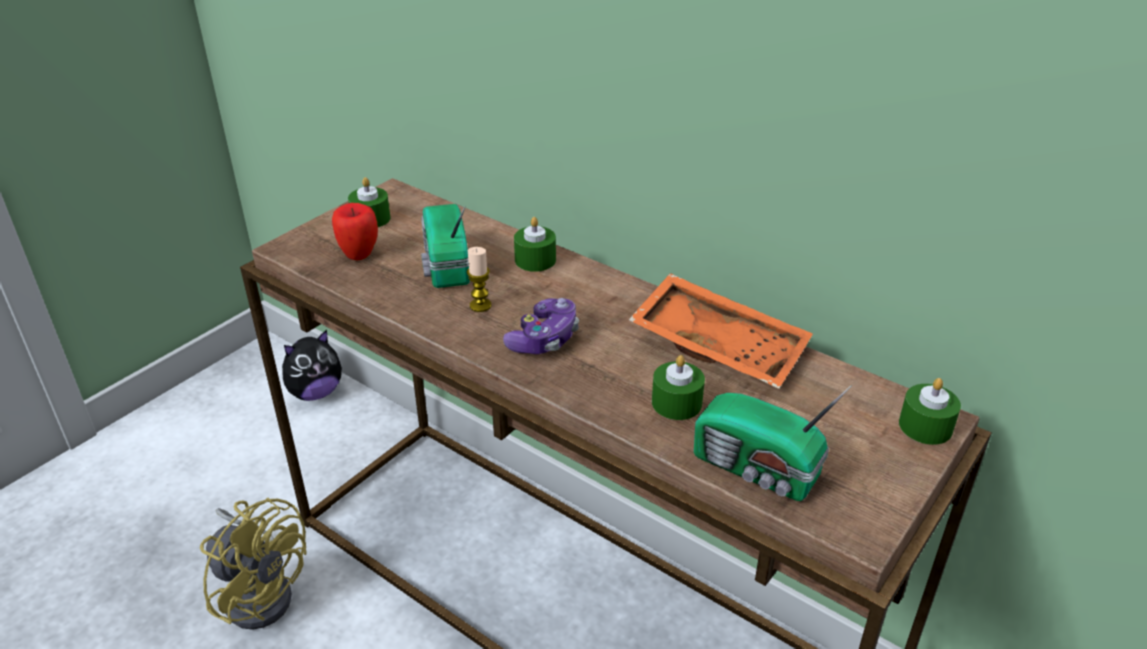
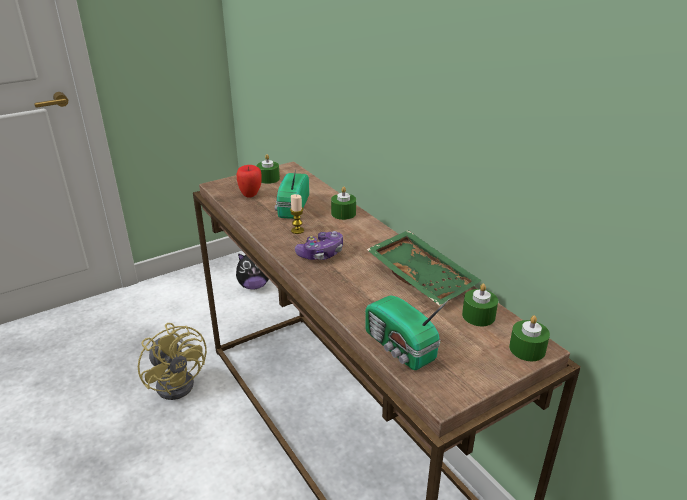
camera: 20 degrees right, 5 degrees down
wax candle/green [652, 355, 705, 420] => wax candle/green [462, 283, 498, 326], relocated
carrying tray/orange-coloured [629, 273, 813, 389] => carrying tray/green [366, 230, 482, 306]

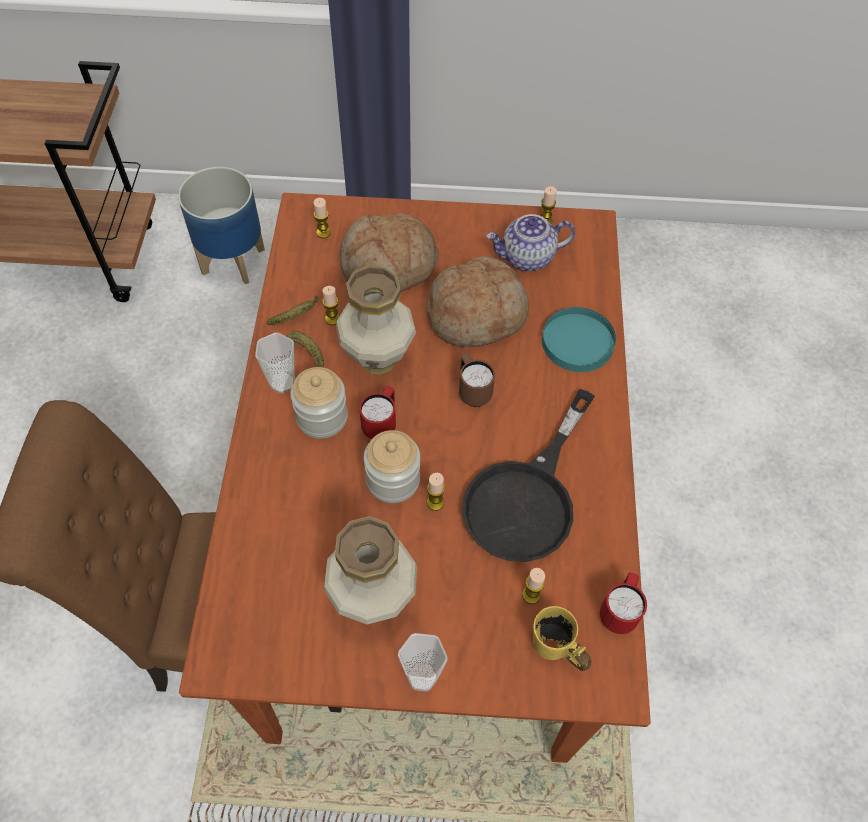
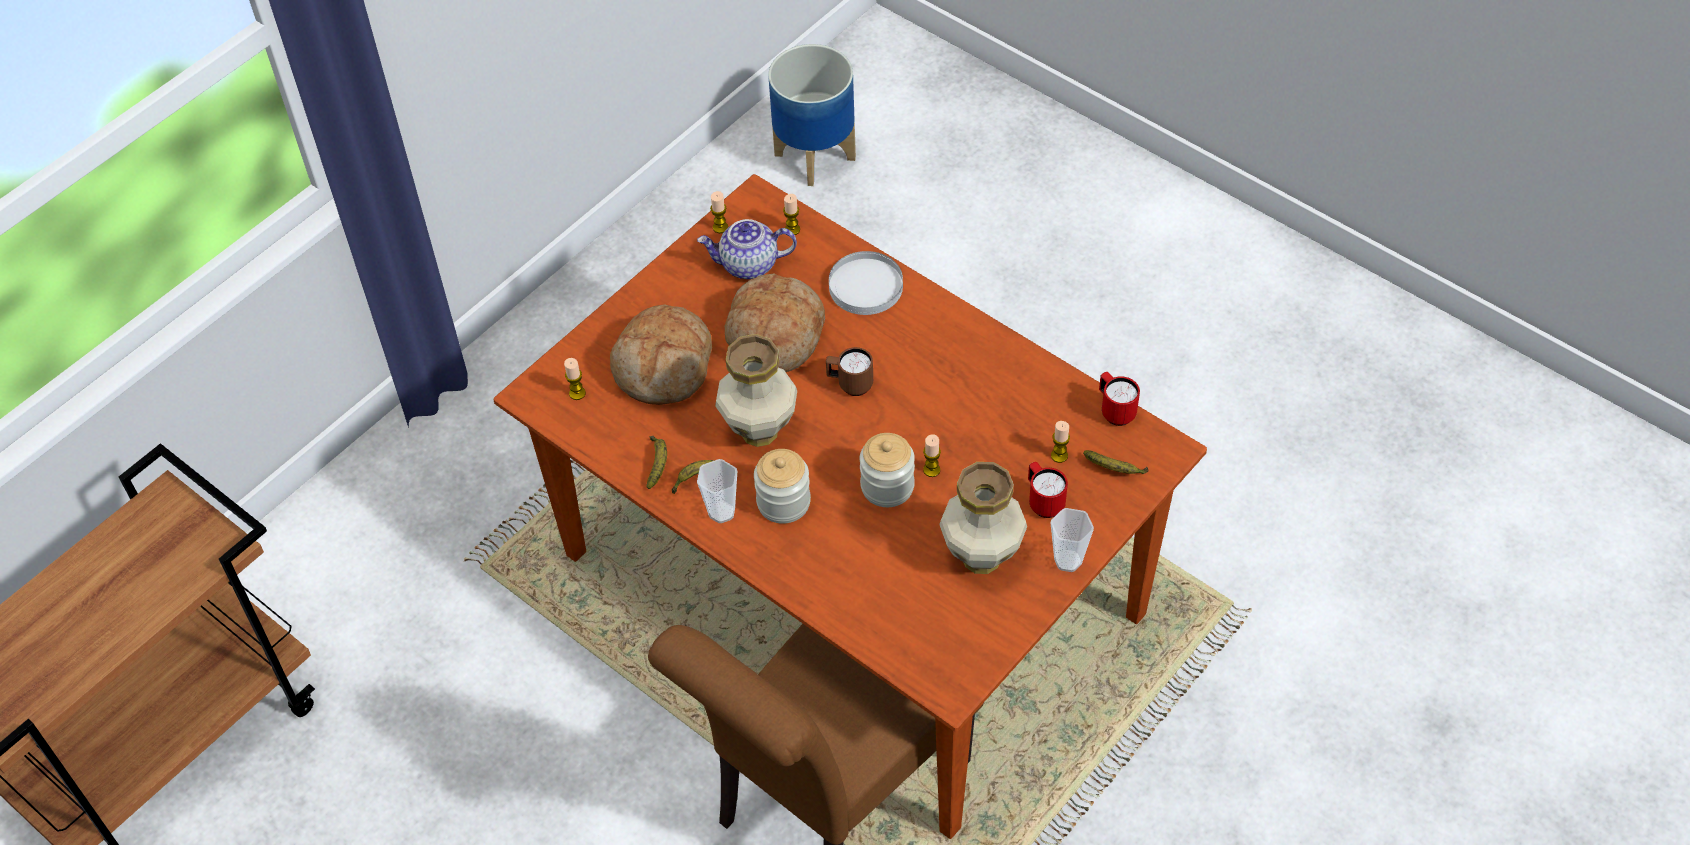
camera: 50 degrees left, 5 degrees down
frying pan/black [462, 389, 595, 562] => nothing
flower pot [178, 167, 265, 284] => flower pot [768, 44, 856, 186], relocated
wax candle [322, 286, 339, 325] => wax candle [783, 194, 800, 235], relocated
mug/reddish [359, 386, 396, 439] => mug/reddish [1028, 462, 1068, 518], relocated
mug/yellowish [533, 606, 591, 671] => banana [1083, 450, 1149, 474]
dinner plate/turquoise [542, 307, 616, 372] => dinner plate/whitish [829, 251, 903, 315]
teapot [486, 214, 575, 271] => teapot [697, 219, 797, 279], 60 degrees clockwise

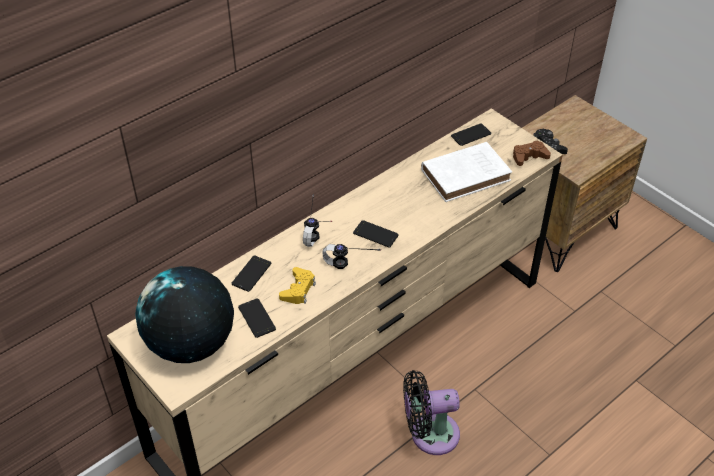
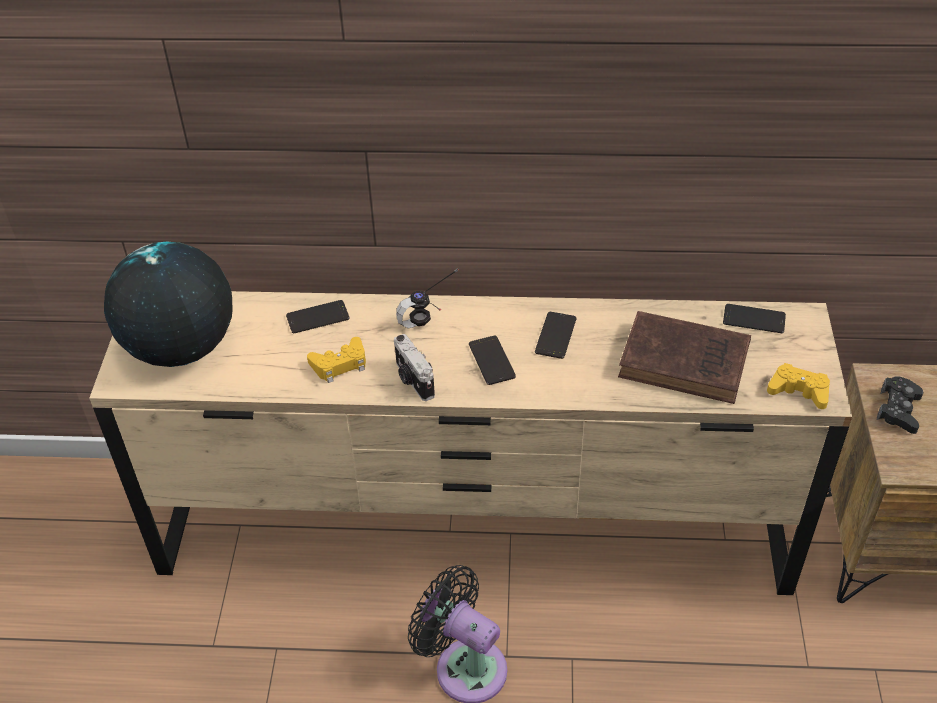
camera: 45 degrees right, 0 degrees up
phone [238, 298, 276, 338] => phone [535, 312, 576, 359], relocated
pair of headphones [322, 244, 381, 269] => photo camera [394, 334, 435, 401]
book/whitish [421, 142, 512, 202] => book/brown-coloured [618, 311, 751, 404]
game controller/brown-coloured [513, 140, 551, 166] => game controller/yellowish [767, 363, 830, 409]

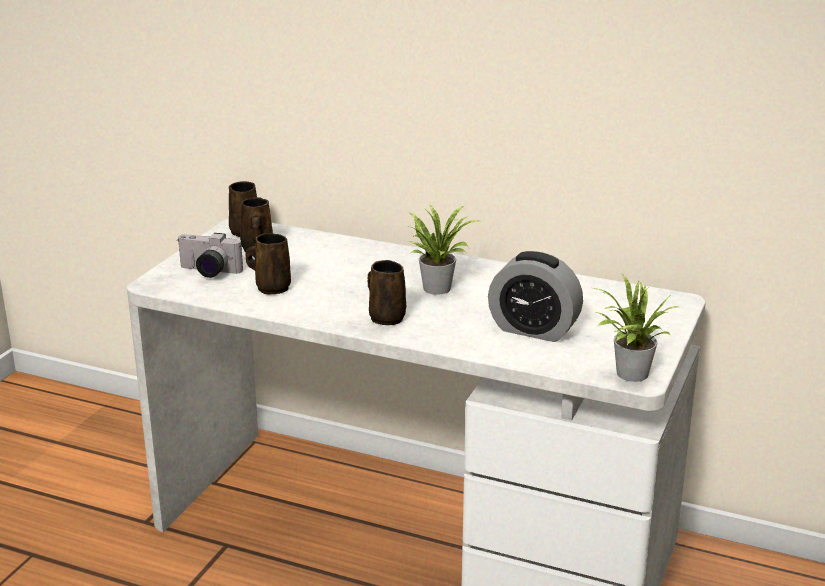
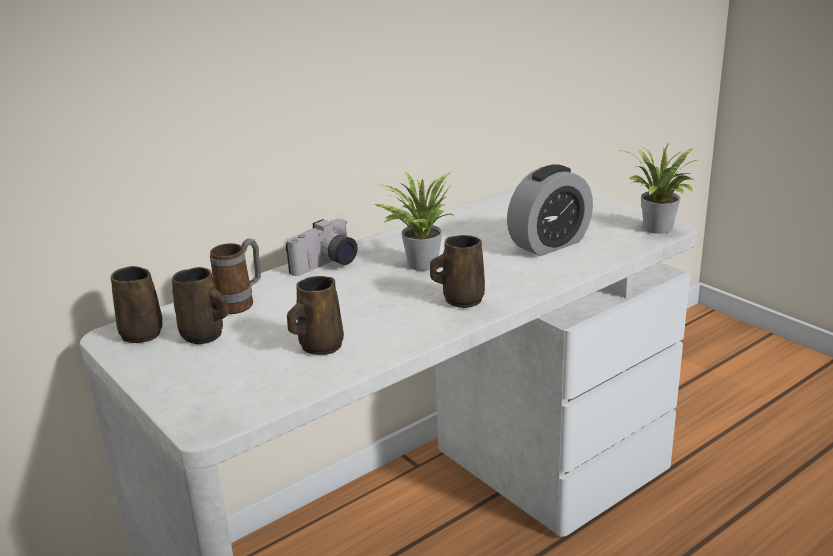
camera: 60 degrees left, 0 degrees up
nothing => mug [210, 238, 261, 314]
photo camera [177, 233, 243, 278] => photo camera [286, 219, 357, 276], relocated

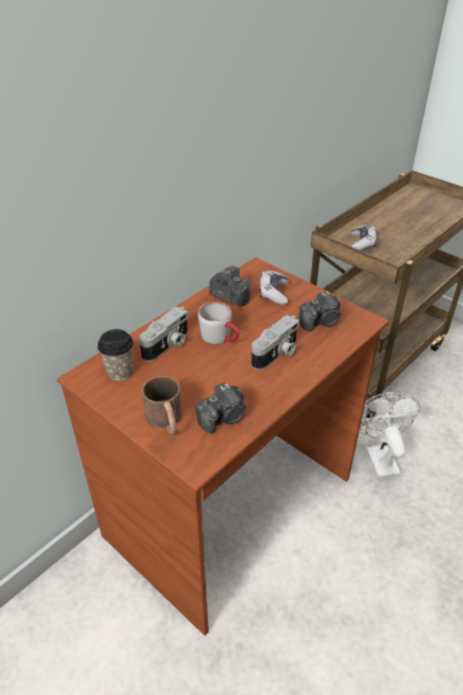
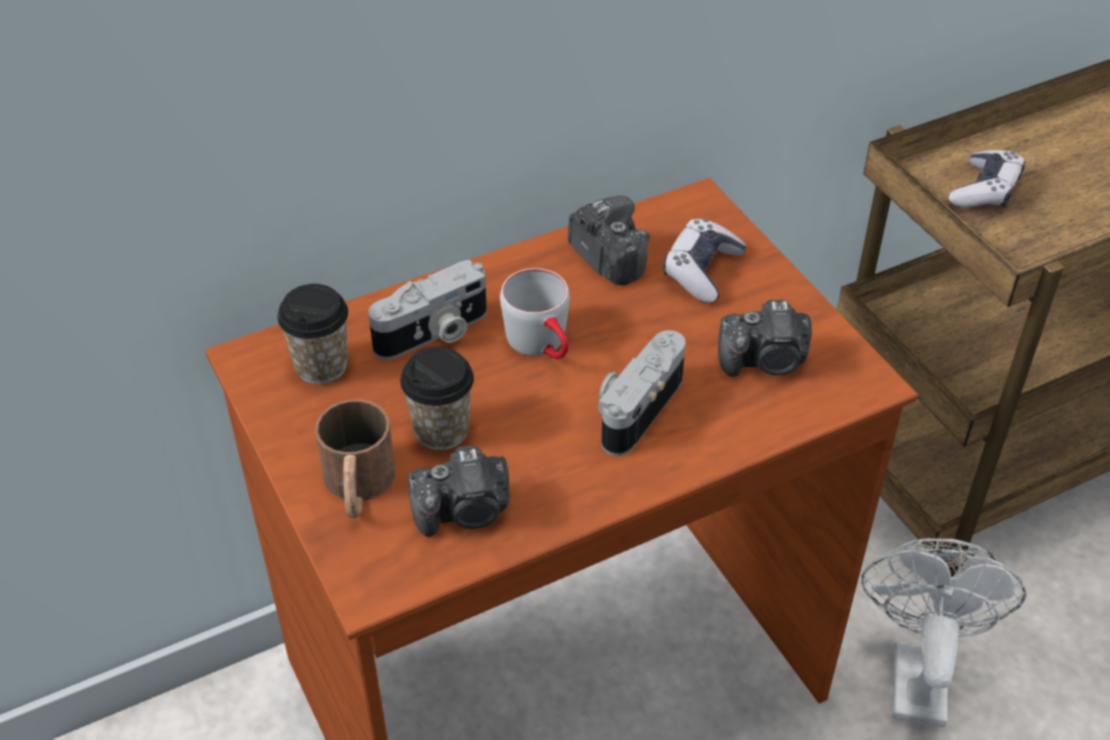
camera: 20 degrees right, 5 degrees up
nothing => small cup [400, 347, 474, 450]
photo camera [251, 315, 300, 370] => photo camera [598, 330, 686, 456], 150 degrees clockwise

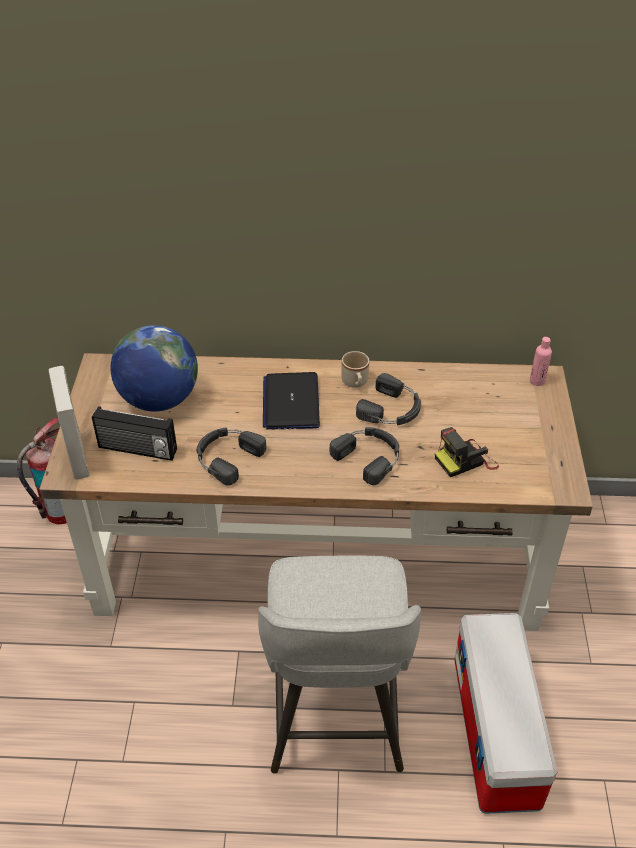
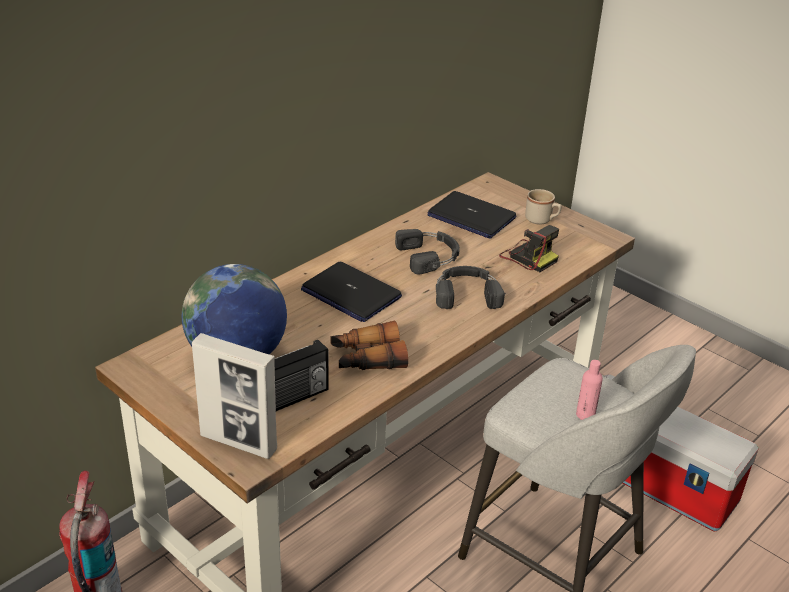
camera: 50 degrees left, 10 degrees down
nothing => laptop [427, 191, 516, 239]
mug/sand-coloured [342, 351, 369, 388] => mug/sand-coloured [525, 189, 562, 225], relocated
beverage bottle/pink-coloured [530, 337, 552, 386] => beverage bottle/pink-coloured [576, 360, 603, 420], relocated
pair of headphones/black [196, 428, 266, 486] => binoculars [330, 320, 408, 370]
photo camera [435, 427, 499, 477] => photo camera [499, 225, 559, 272], 60 degrees counterclockwise

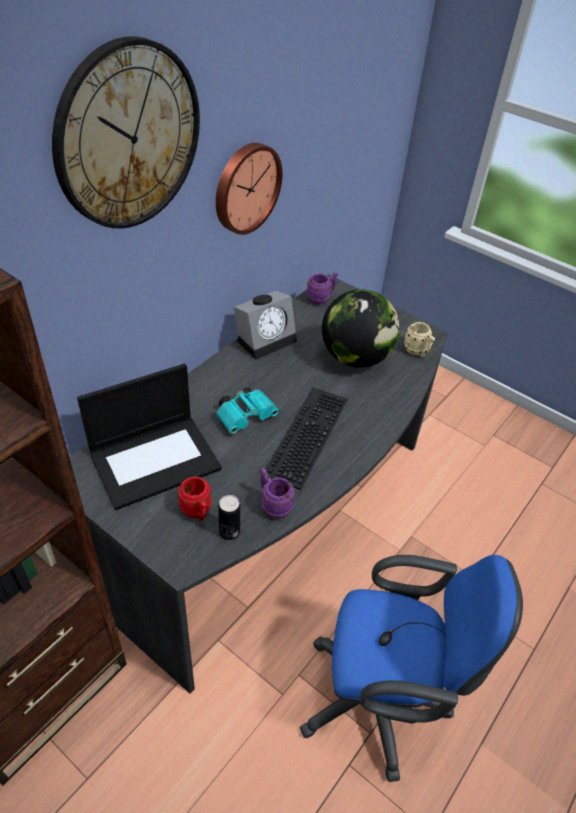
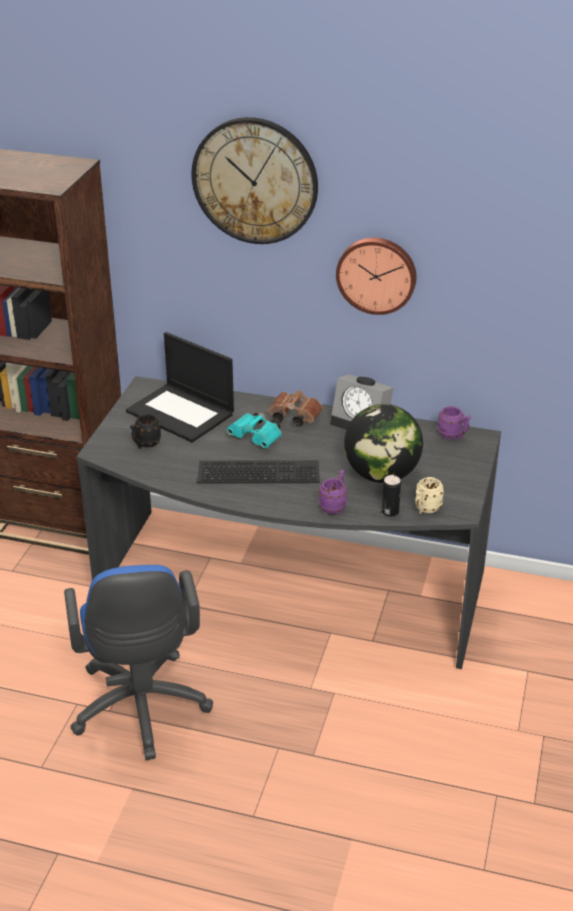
camera: 70 degrees right, 10 degrees down
nothing => binoculars/brown-coloured [269, 390, 322, 427]
metal can [218, 495, 240, 540] => metal can [382, 475, 401, 517], relocated
mug/purplish [260, 468, 296, 519] => mug/purplish [319, 470, 347, 514], relocated
mug/reddish [178, 476, 212, 521] => mug/black [130, 414, 161, 449]

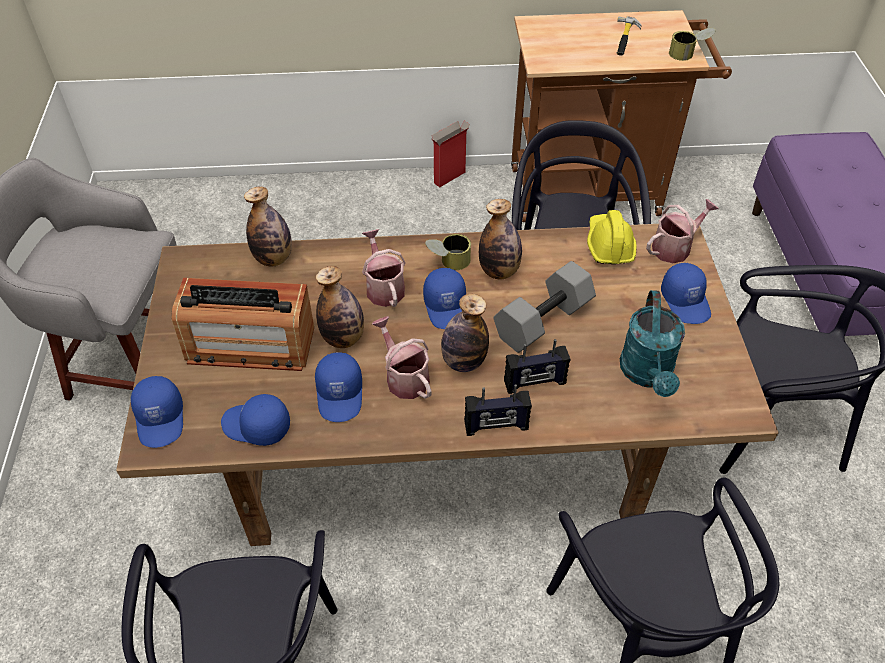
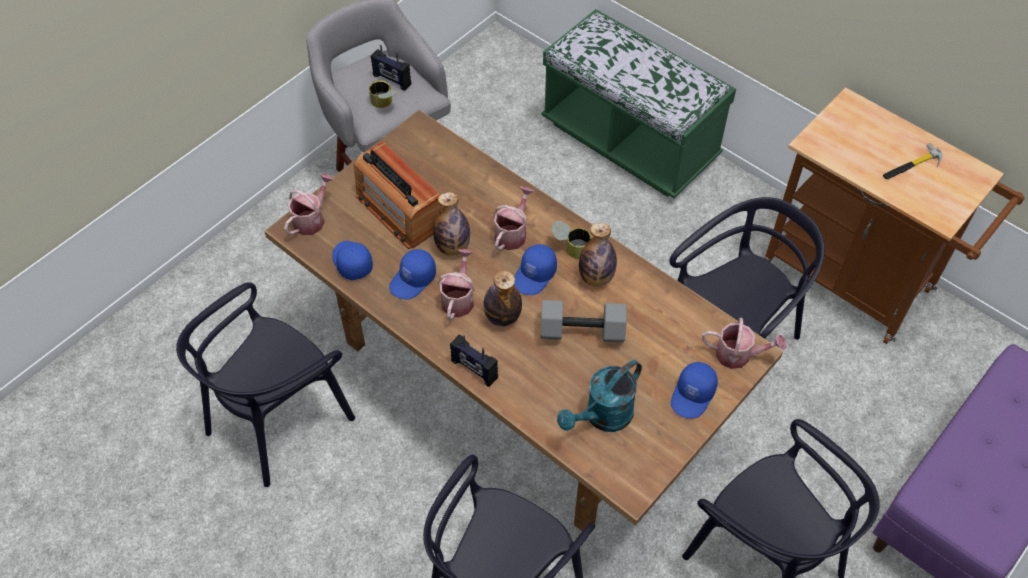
camera: 45 degrees right, 5 degrees up
beverage bottle [244, 187, 292, 267] => nothing
cardboard box [431, 121, 470, 187] => nothing
hard hat/yellowish [587, 210, 637, 264] => nothing
nothing => indoor bench/green [541, 9, 736, 198]
radio receiver [504, 339, 570, 394] => radio receiver [371, 45, 411, 91], relocated
metal can [669, 28, 716, 61] => metal can [369, 80, 398, 108], relocated
peaked cap/bluish [131, 376, 183, 448] => watering can [284, 173, 334, 235]

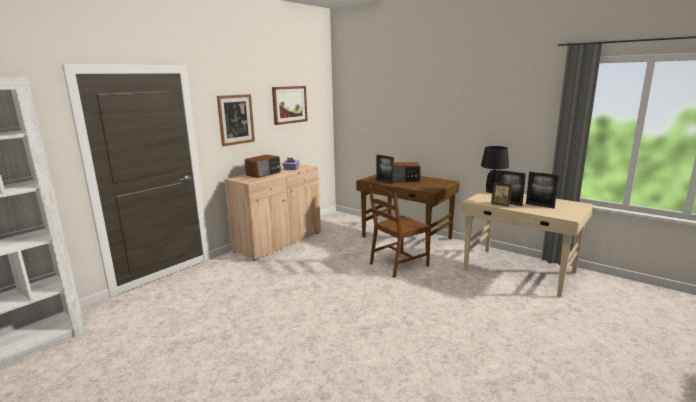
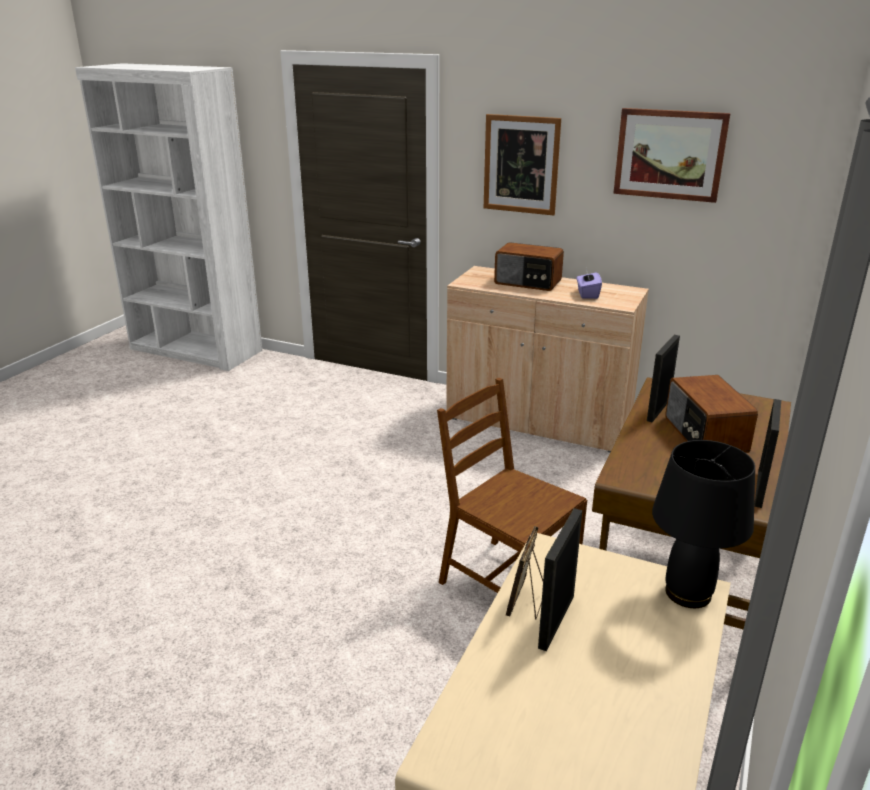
camera: 75 degrees right, 10 degrees up
standing frame [526, 172, 559, 208] => standing frame [754, 399, 781, 508], relocated

